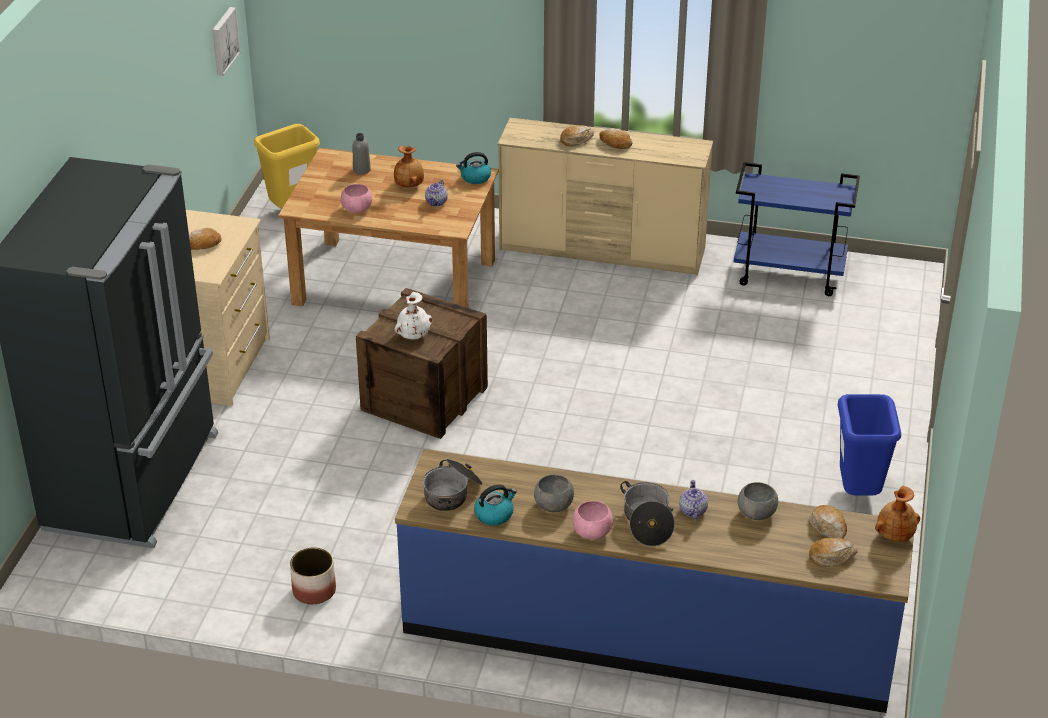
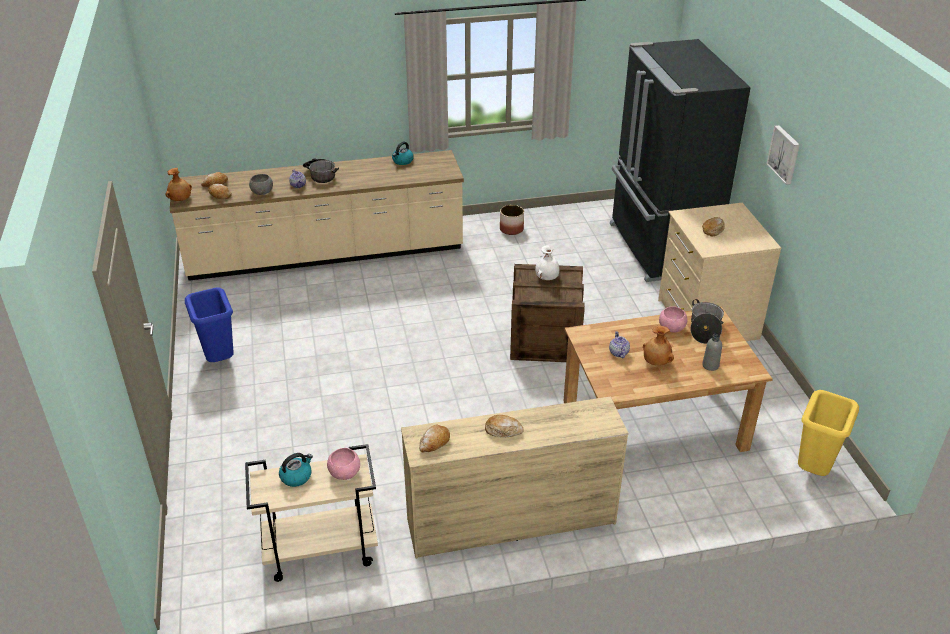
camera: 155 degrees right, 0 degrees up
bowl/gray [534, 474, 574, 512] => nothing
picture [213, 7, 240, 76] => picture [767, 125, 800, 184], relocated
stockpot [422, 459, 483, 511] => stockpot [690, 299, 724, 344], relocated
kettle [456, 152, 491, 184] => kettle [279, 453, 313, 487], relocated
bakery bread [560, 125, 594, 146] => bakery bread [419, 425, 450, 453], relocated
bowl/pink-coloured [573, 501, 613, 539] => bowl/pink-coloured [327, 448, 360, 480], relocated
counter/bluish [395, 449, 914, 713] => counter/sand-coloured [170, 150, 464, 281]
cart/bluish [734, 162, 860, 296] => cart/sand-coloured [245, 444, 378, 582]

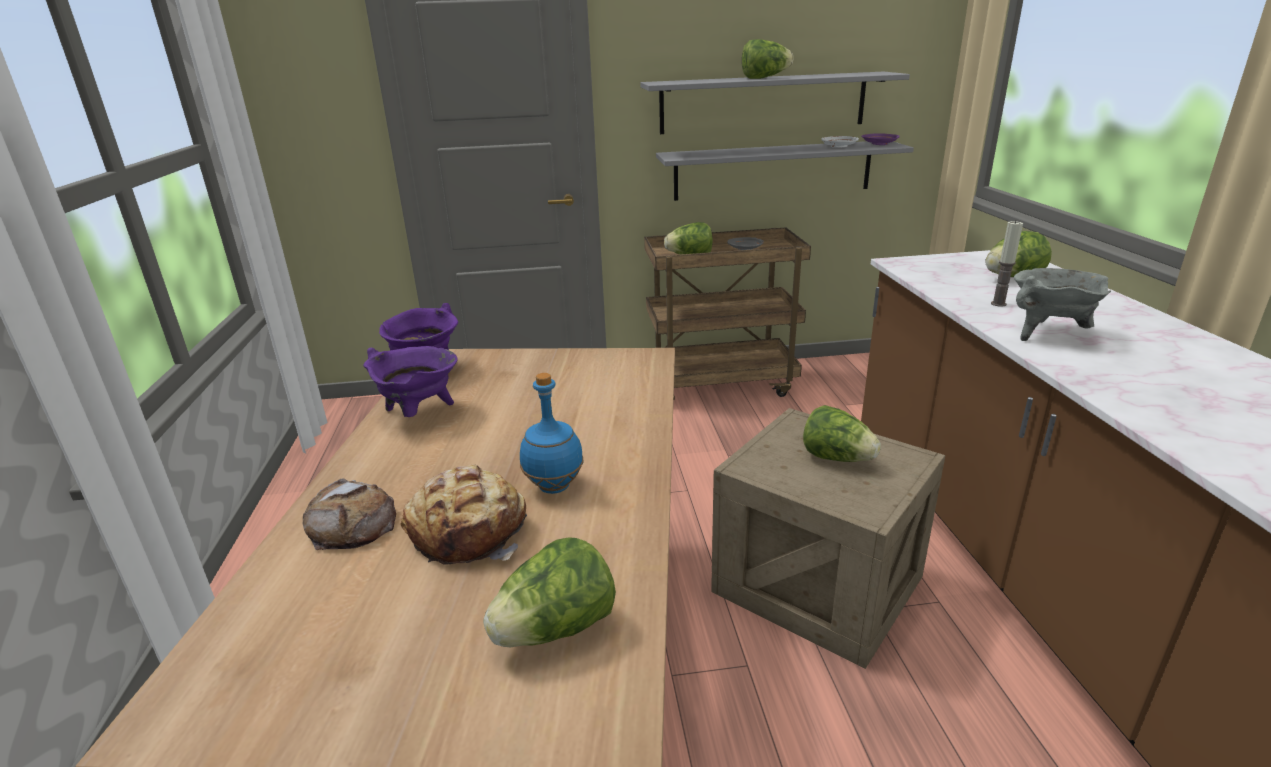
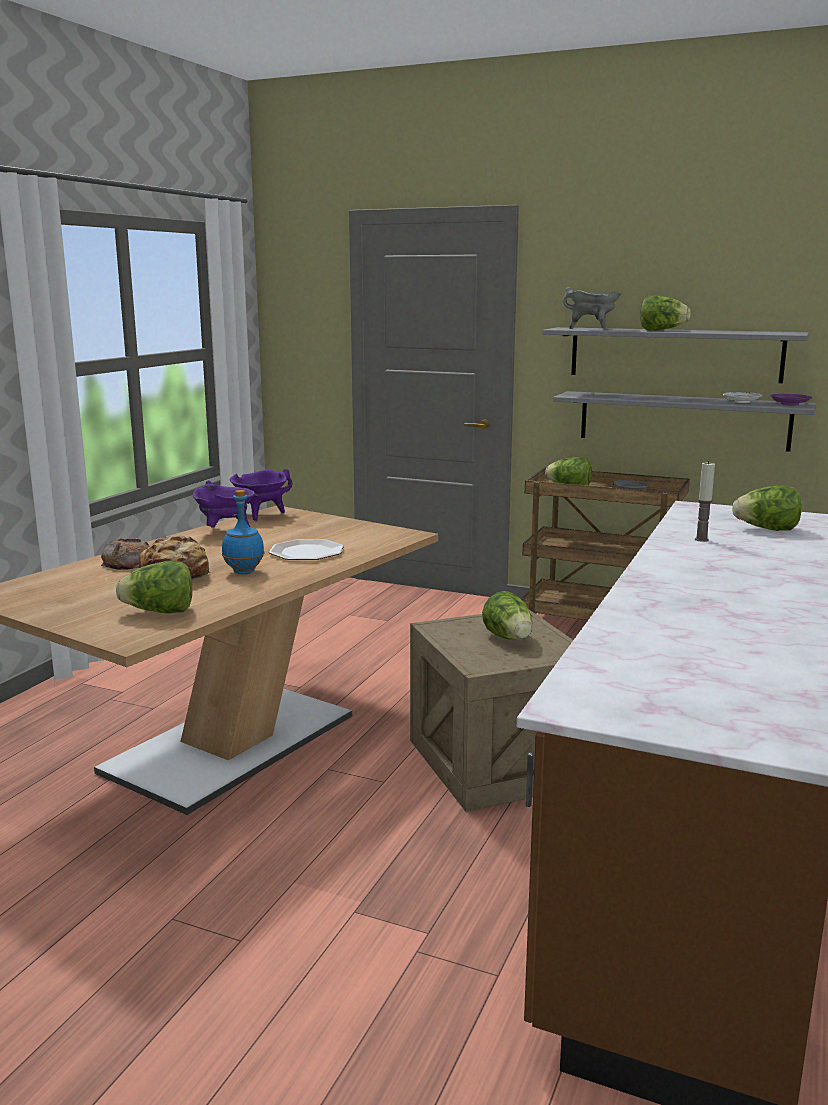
camera: 30 degrees right, 10 degrees down
nothing => dinner plate [269, 539, 344, 560]
stockpot/gray [1014, 268, 1111, 341] => stockpot/gray [563, 287, 621, 329], relocated

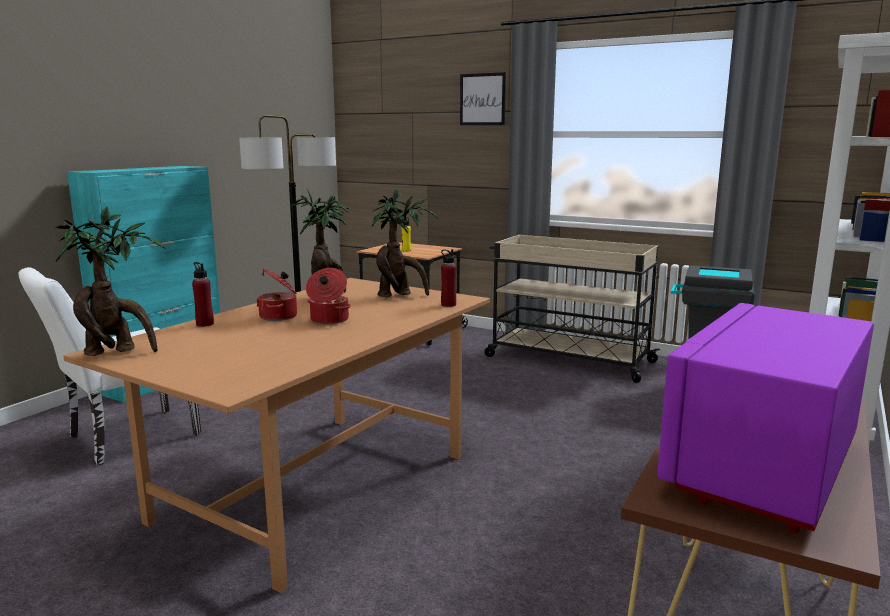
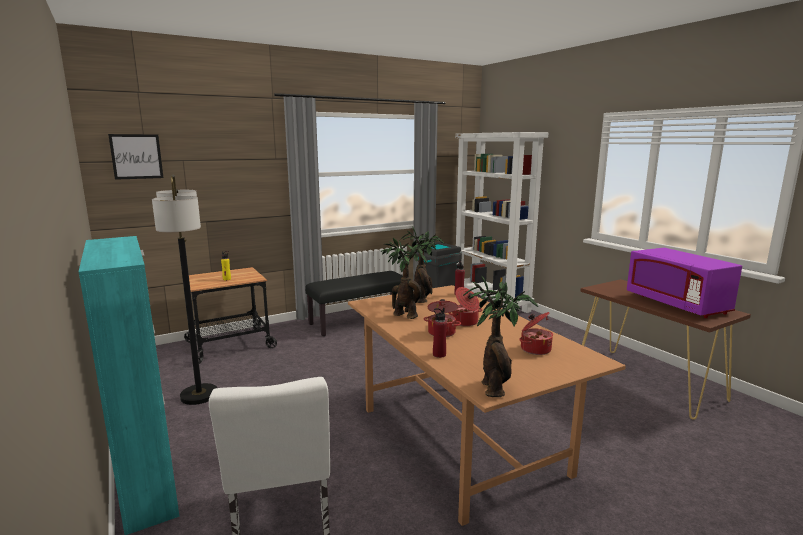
camera: 60 degrees left, 0 degrees up
nothing => stockpot [519, 312, 553, 355]
picture [460, 72, 506, 125] => picture [108, 134, 163, 180], relocated
cart/sand-coloured [484, 235, 660, 383] => indoor bench/black [305, 271, 411, 336]

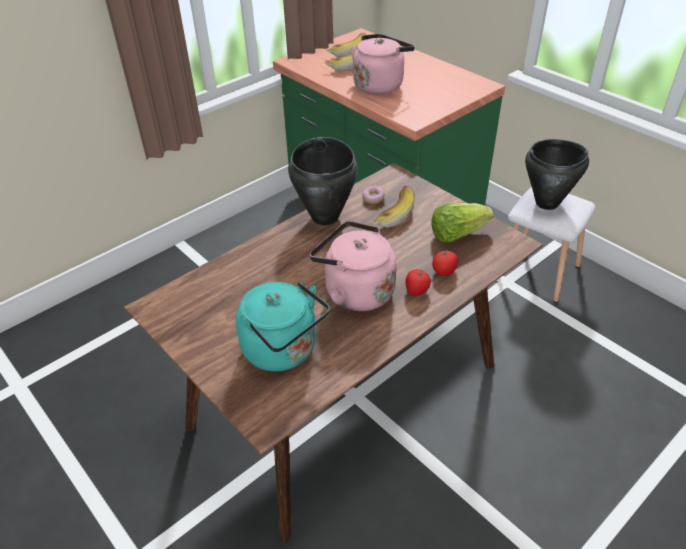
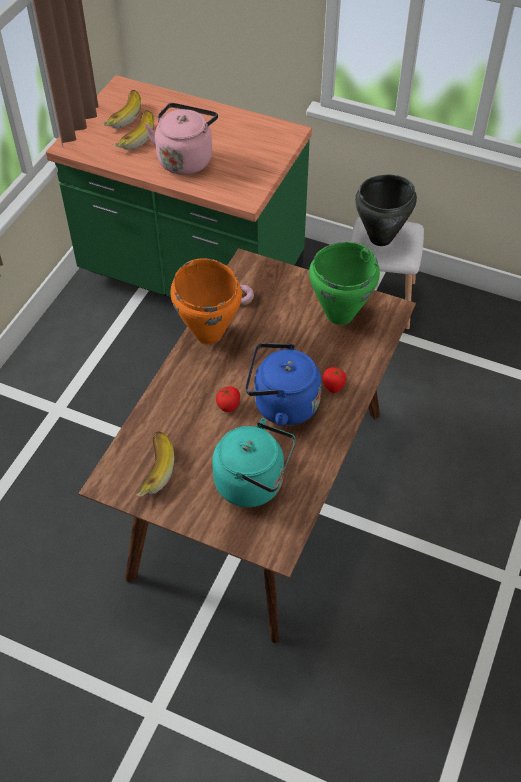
camera: 25 degrees left, 10 degrees up
banana [370, 186, 415, 228] => banana [136, 431, 175, 497], relocated
whole tomato [432, 251, 458, 276] => whole tomato [216, 386, 240, 412], relocated
head of lettuce [432, 203, 494, 243] => stockpot/green [309, 242, 380, 325]
stockpot/black [288, 137, 358, 225] => stockpot/orange-coloured [170, 258, 242, 344]
kettle/pink-coloured [310, 221, 397, 312] => kettle/bluish [245, 343, 322, 426]

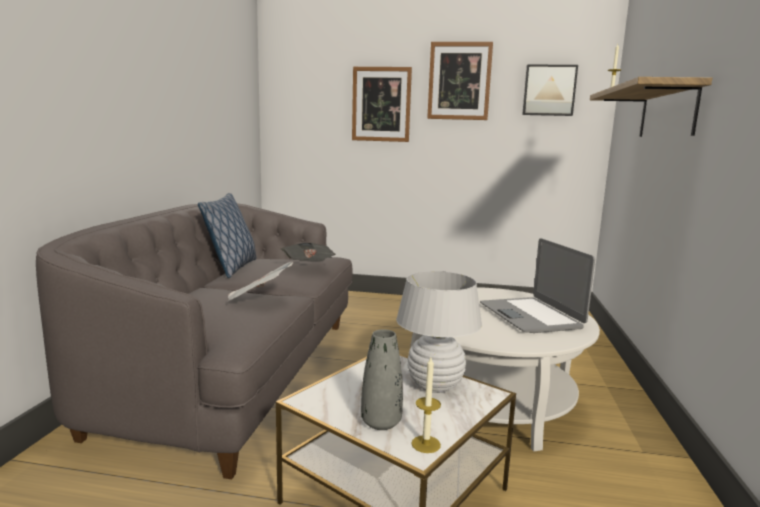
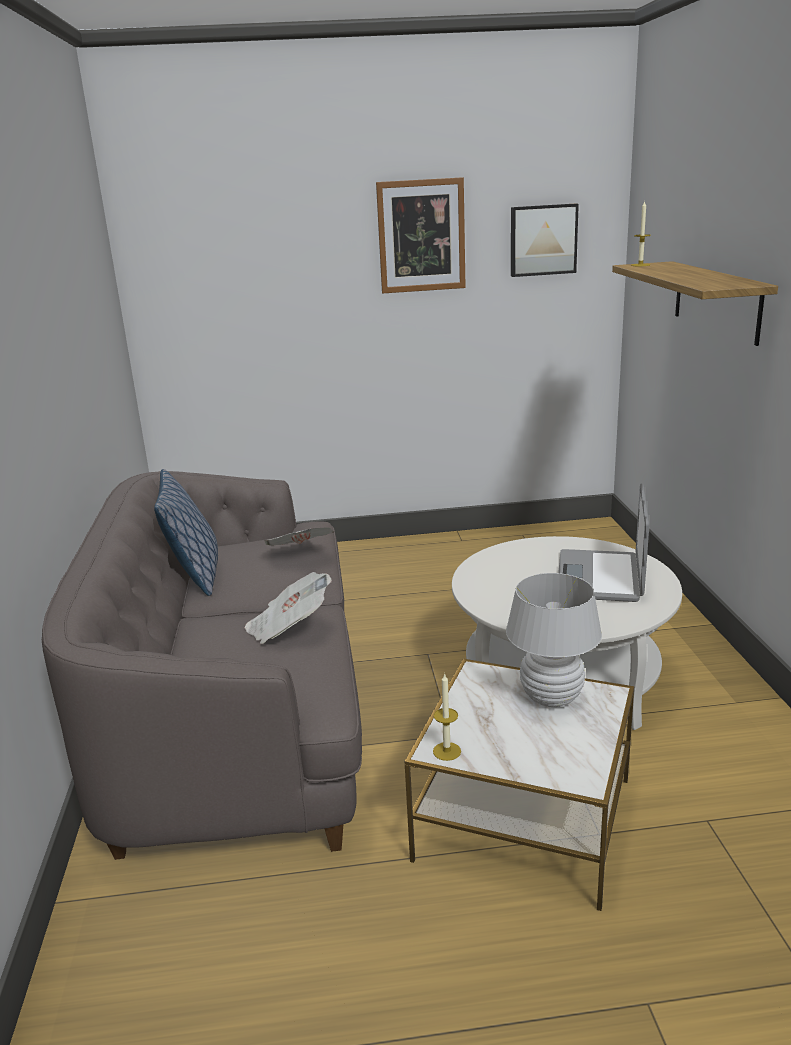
camera: 15 degrees left, 10 degrees up
picture [352, 67, 412, 142] => nothing
flower vase/gray [361, 329, 403, 430] => nothing
wax candle [411, 357, 441, 453] => wax candle [433, 673, 461, 761], relocated
laptop [480, 238, 595, 333] => laptop [558, 483, 649, 602], 45 degrees clockwise

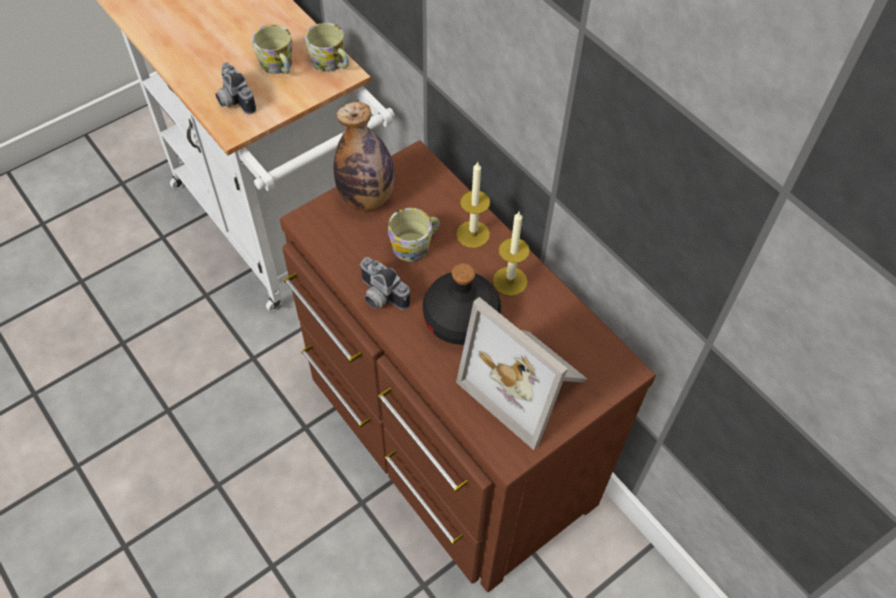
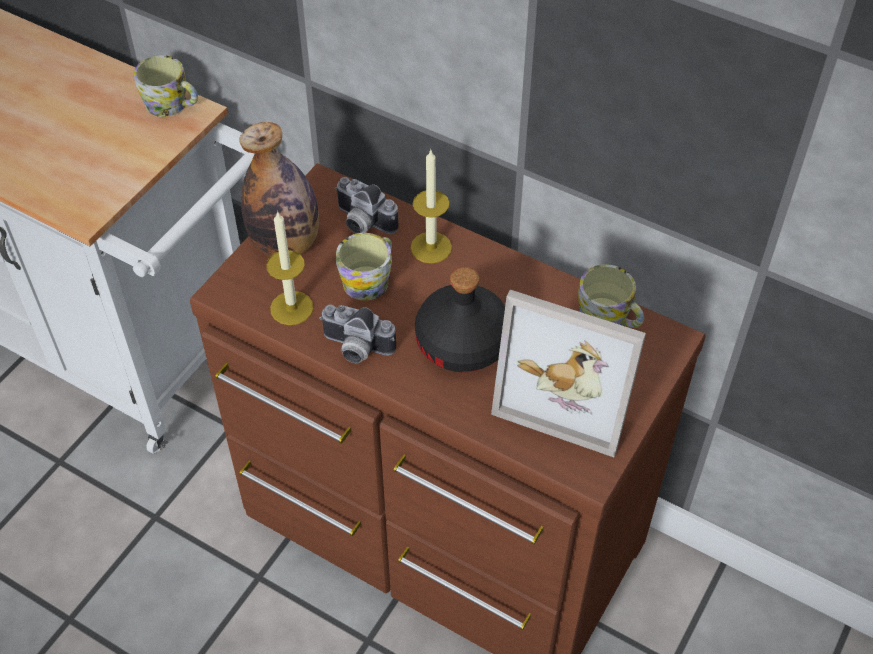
camera: 20 degrees left, 5 degrees down
photo camera [215, 62, 256, 114] => photo camera [335, 177, 399, 234], relocated
mug [252, 25, 292, 74] => mug [578, 264, 644, 328], relocated
wax candle [493, 212, 530, 296] => wax candle [266, 211, 314, 325], relocated

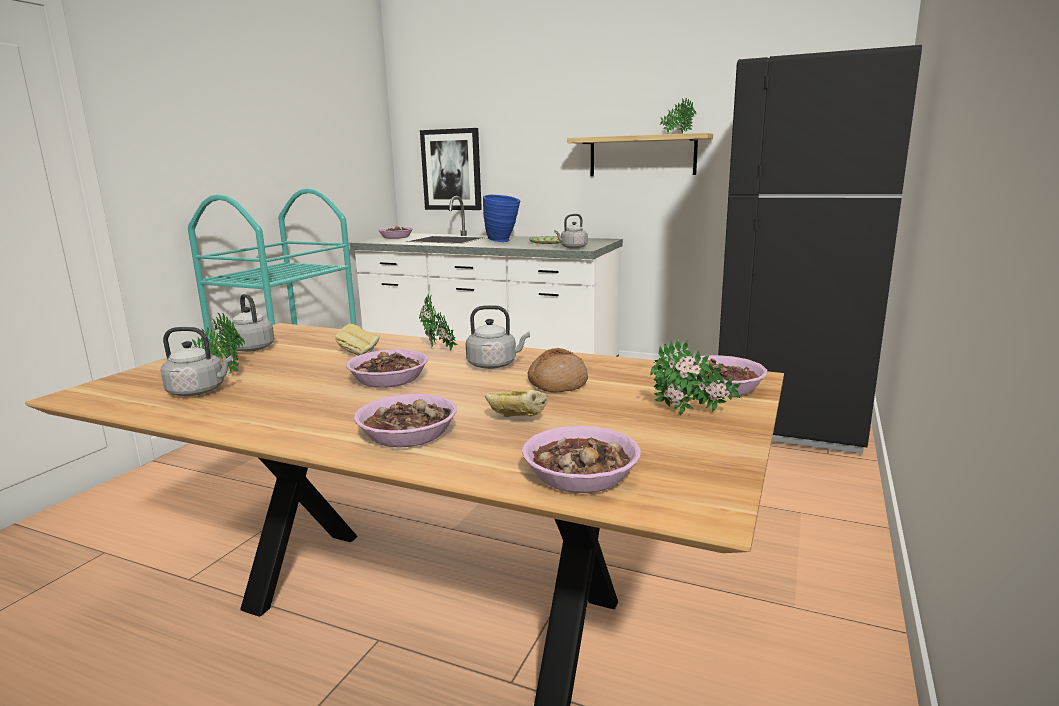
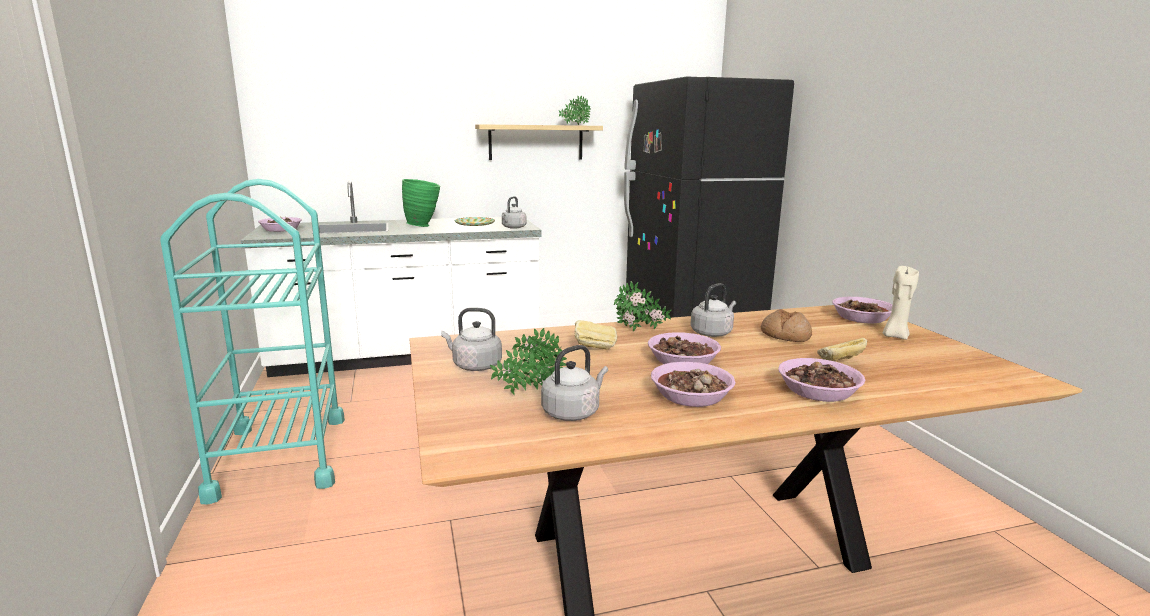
camera: 40 degrees left, 0 degrees up
picture [420, 128, 482, 210] => nothing
bowl [522, 426, 641, 493] => bowl [651, 362, 736, 407], relocated
houseplant [650, 339, 741, 415] => wax candle/sand-coloured [883, 266, 919, 340]
flower vase/bluish [483, 195, 521, 242] => flower vase/green [402, 179, 440, 227]

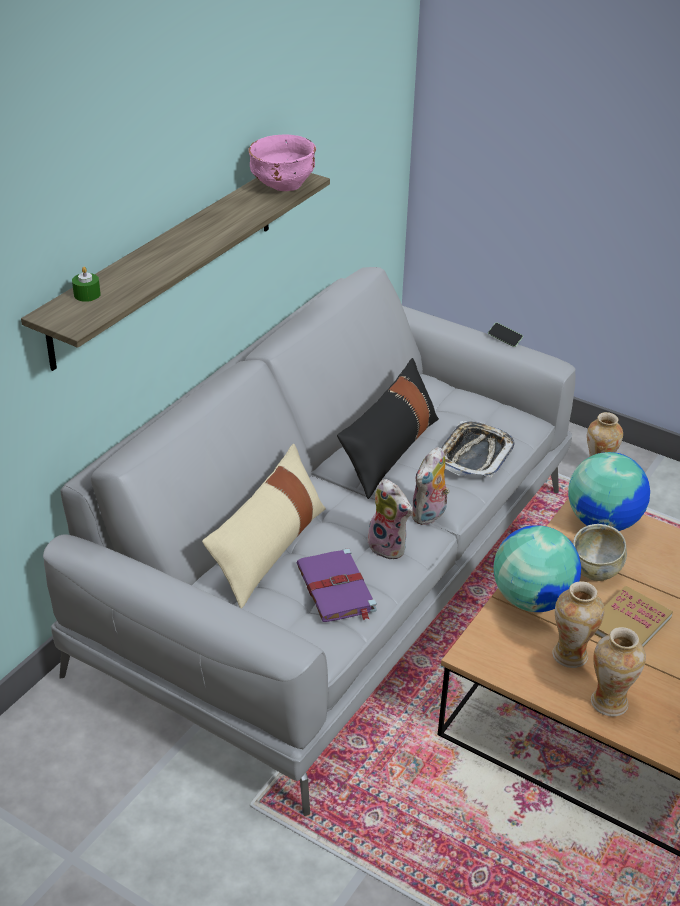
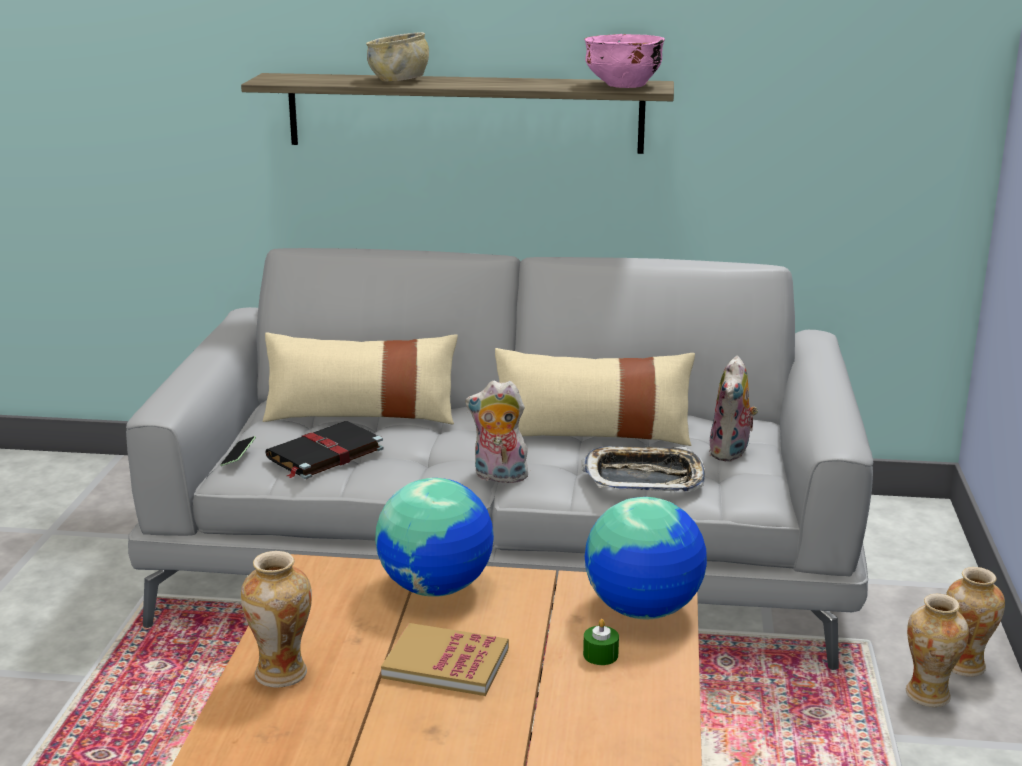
camera: 65 degrees right, 15 degrees down
wax candle/green [72, 267, 101, 302] => wax candle/green [583, 619, 619, 665], relocated
soft toy [368, 479, 412, 559] => soft toy [709, 356, 758, 462], relocated
phone [488, 322, 523, 347] => phone [220, 436, 256, 466], relocated
flower vase [552, 581, 604, 668] => flower vase [946, 567, 1005, 677], relocated
bowl/sand-coloured [573, 524, 627, 581] => bowl/sand-coloured [366, 32, 429, 81], relocated
book/purplish [296, 548, 377, 622] => book/black [265, 421, 384, 479]
throw pillow/black [337, 358, 439, 499] => throw pillow/sand-coloured [495, 348, 695, 446]

